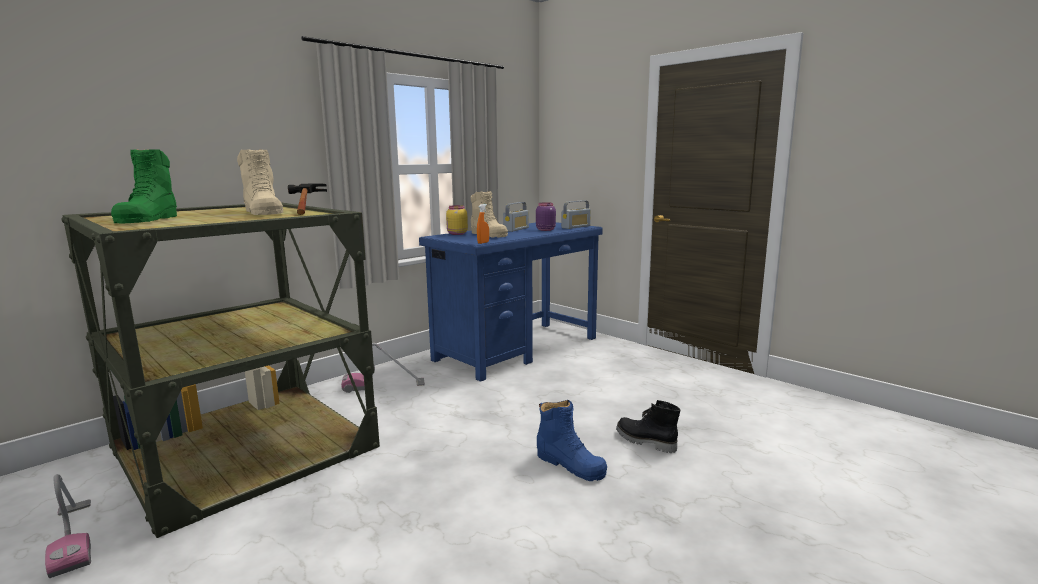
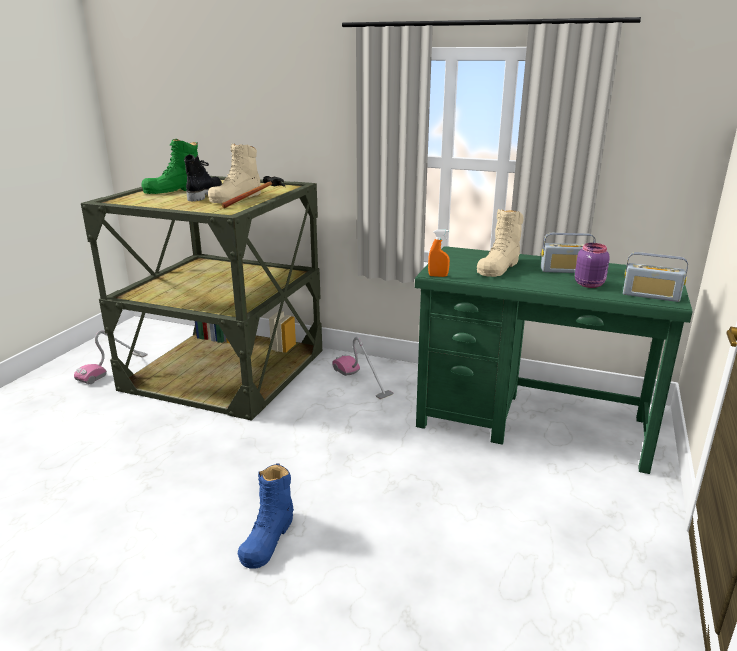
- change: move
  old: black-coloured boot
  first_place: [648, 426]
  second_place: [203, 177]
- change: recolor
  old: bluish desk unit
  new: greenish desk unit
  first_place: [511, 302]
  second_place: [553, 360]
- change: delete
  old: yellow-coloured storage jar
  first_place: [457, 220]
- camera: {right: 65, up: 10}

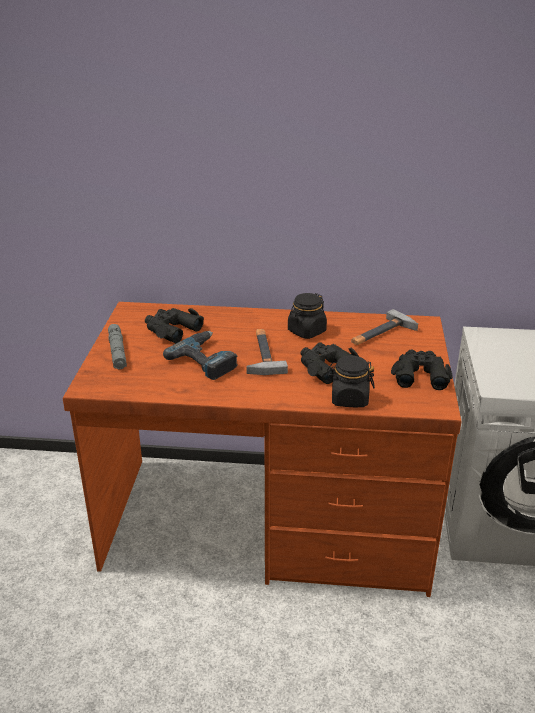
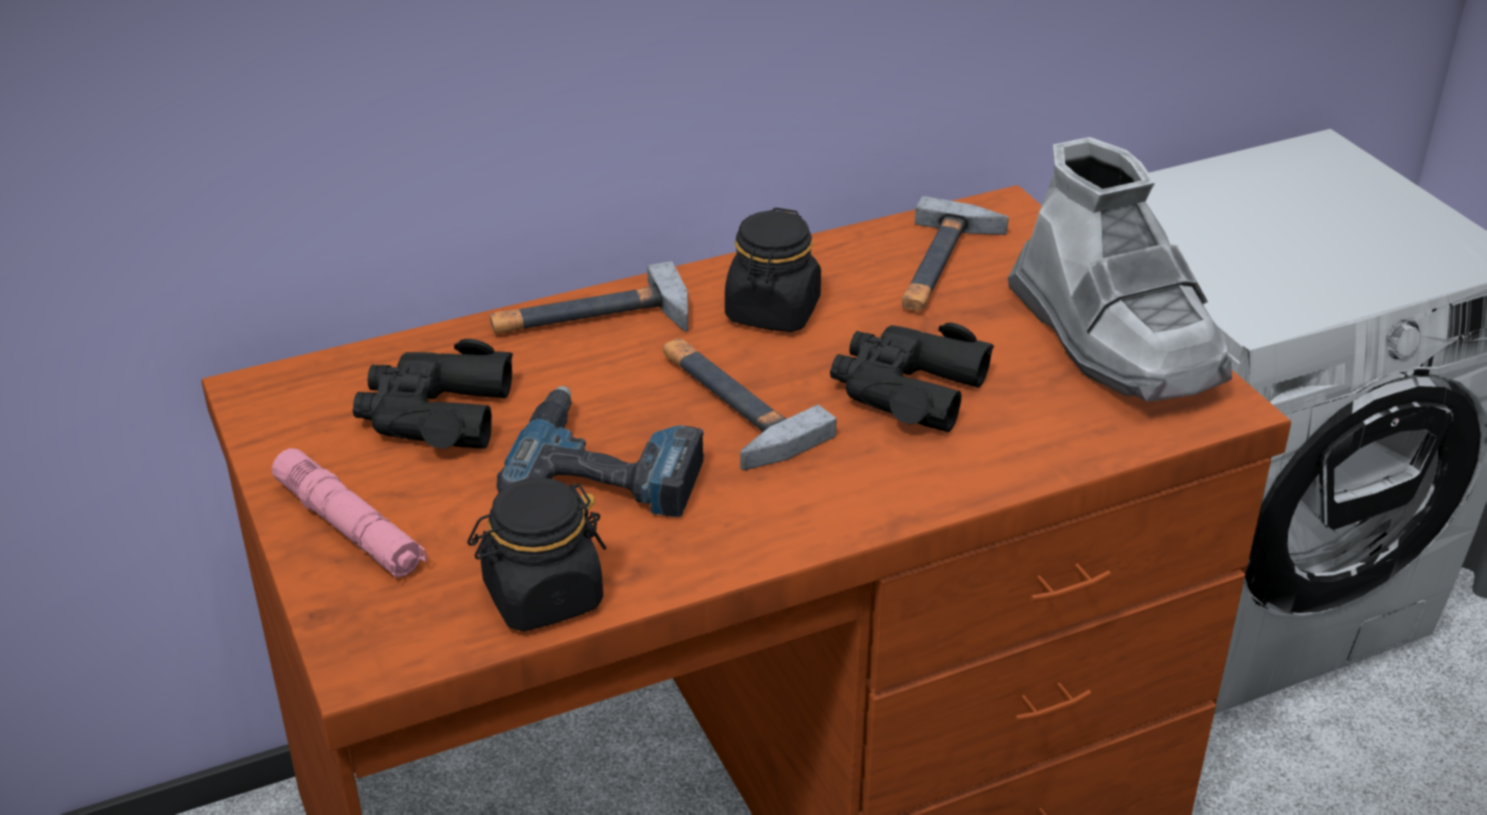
- change: recolor
  old: greyish torch
  new: pink-coloured torch
  first_place: [117, 346]
  second_place: [349, 513]
- change: move
  old: black-coloured storage jar
  first_place: [351, 381]
  second_place: [536, 554]
- change: insert
  new: tool hammer
  second_place: [589, 297]
- change: replace
  old: black-coloured pair of binoculars
  new: greyish boot
  first_place: [422, 370]
  second_place: [1120, 269]
- camera: {right: -30, up: 5}

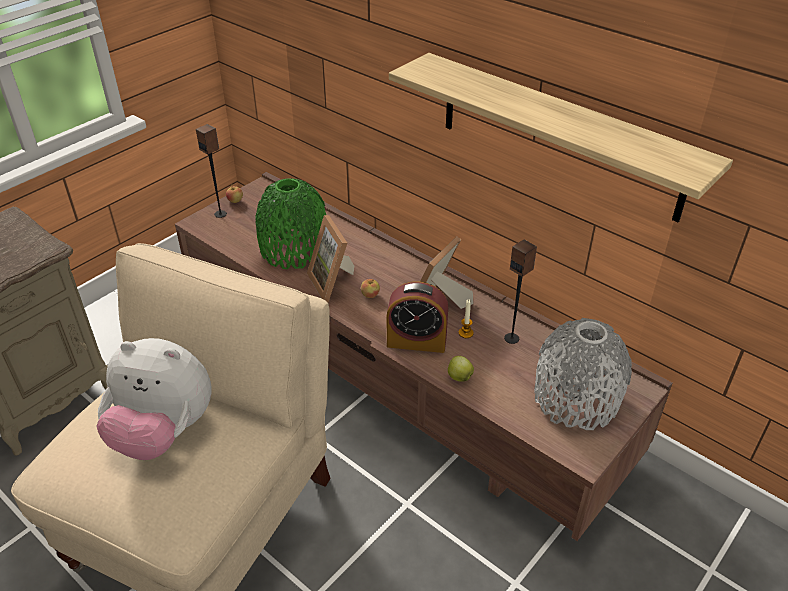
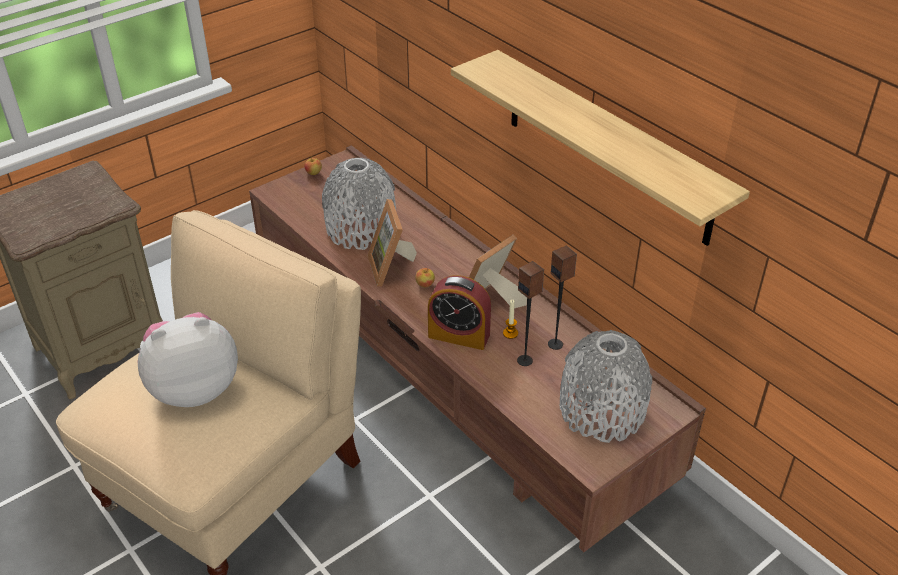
- change: rotate
  old: plush toy
  first_place: [154, 399]
  second_place: [188, 359]
  degrees: 135
- change: recolor
  old: greenish flower vase
  new: greyish flower vase
  first_place: [290, 223]
  second_place: [359, 204]
- change: move
  old: loudspeaker
  first_place: [211, 171]
  second_place: [530, 313]
- change: delete
  old: whole apple
  first_place: [461, 369]
- camera: {right: 10, up: 0}

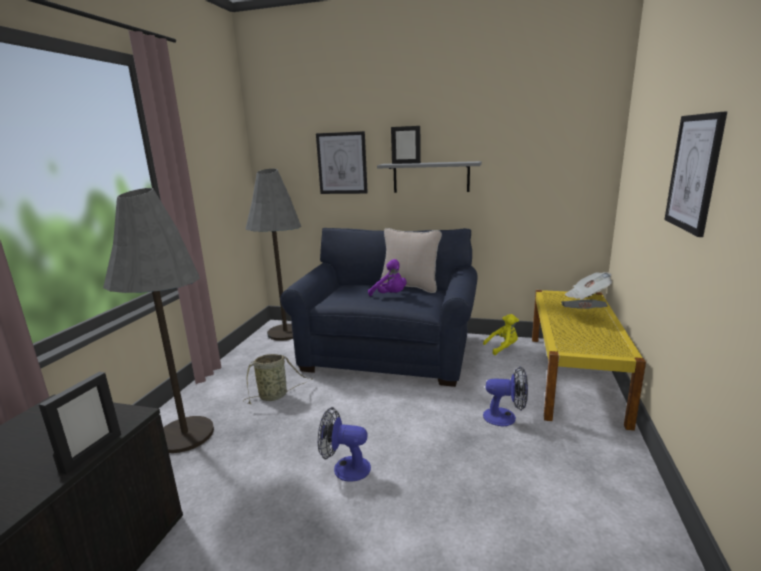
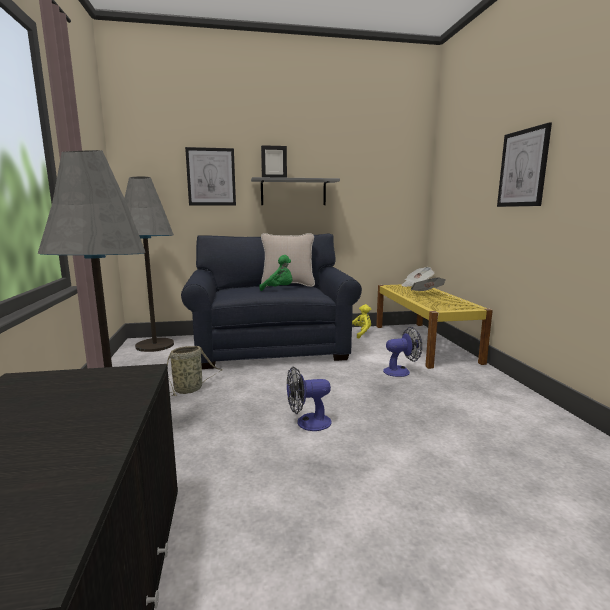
- change: recolor
  old: purple plush toy
  new: greenish plush toy
  first_place: [387, 277]
  second_place: [276, 273]
- change: delete
  old: photo frame
  first_place: [80, 423]
- camera: {right: -25, up: -5}

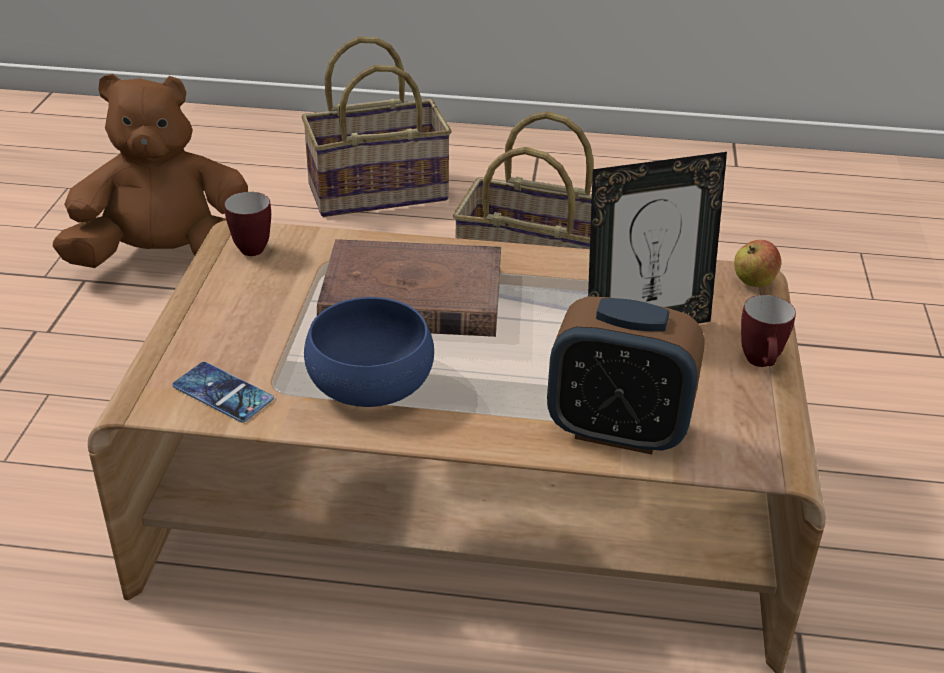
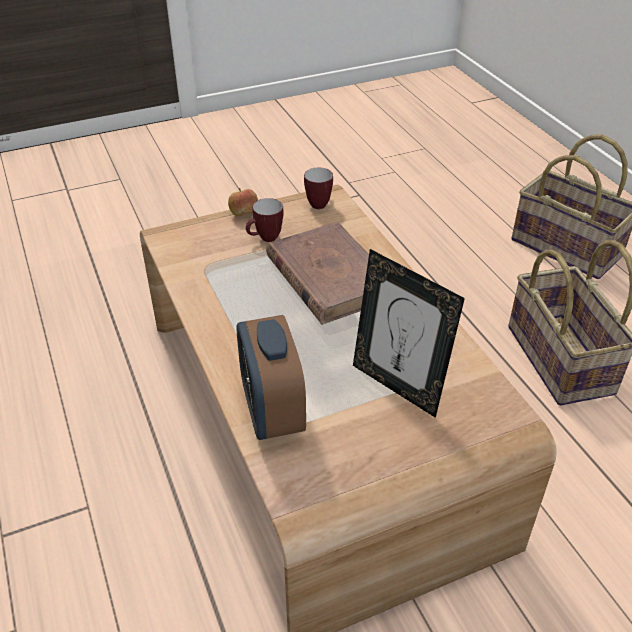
- change: move
  old: whole apple
  first_place: [757, 263]
  second_place: [243, 202]
- change: move
  old: tea mug
  first_place: [768, 331]
  second_place: [265, 220]
- change: delete
  old: brown-coloured plush toy
  first_place: [150, 171]
- change: delete
  old: telephone
  first_place: [223, 392]
- change: delete
  old: bluish serving bowl
  first_place: [369, 352]
- camera: {right: 60, up: 5}

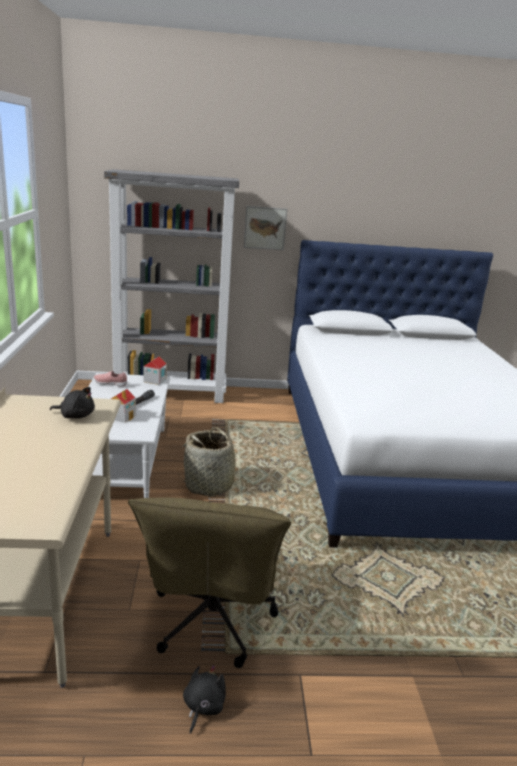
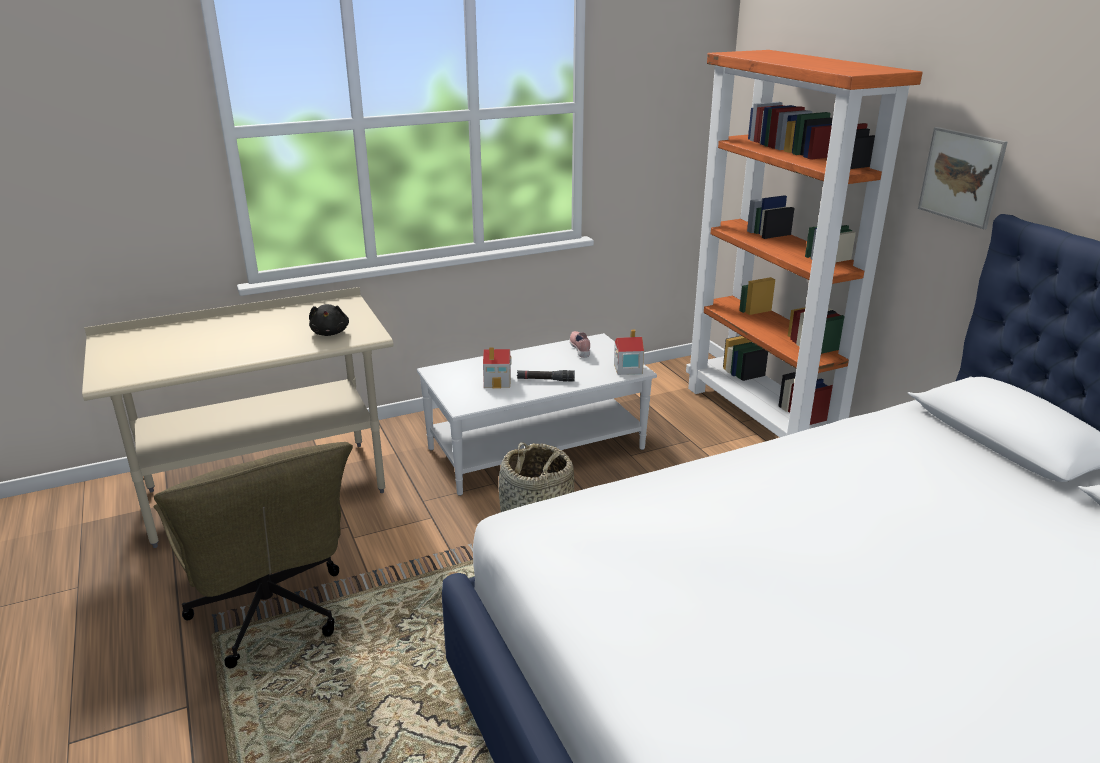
- change: rotate
  old: beige-coloured office chair
  first_place: [209, 583]
  second_place: [253, 555]
  degrees: -105
- change: recolor
  old: greyish bookcase
  new: orange bookcase
  first_place: [171, 286]
  second_place: [804, 243]
- change: delete
  old: black-coloured plush toy
  first_place: [204, 699]
- camera: {right: 70, up: 5}

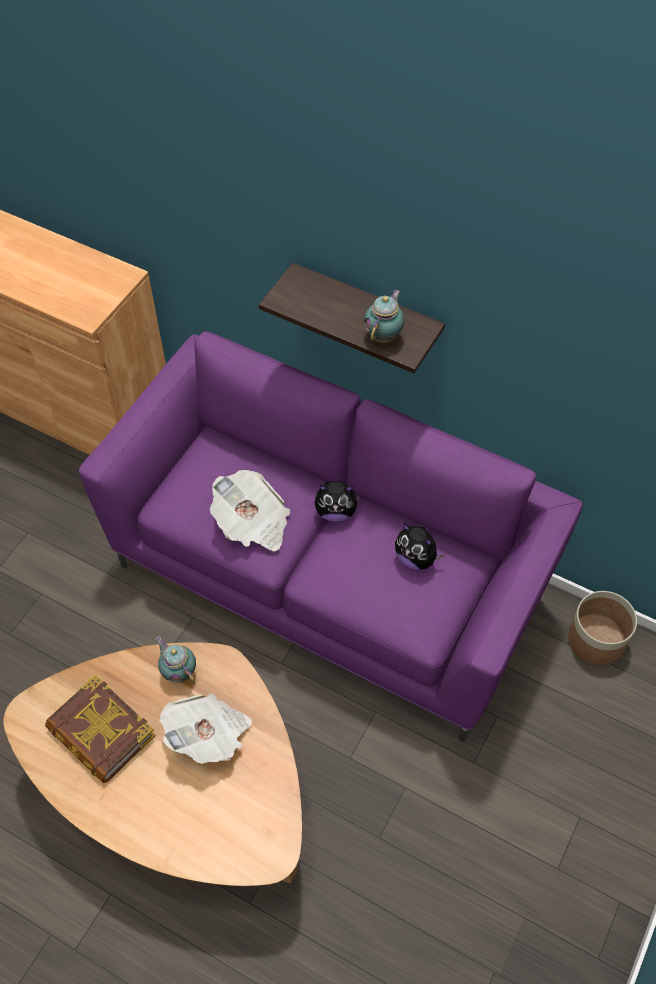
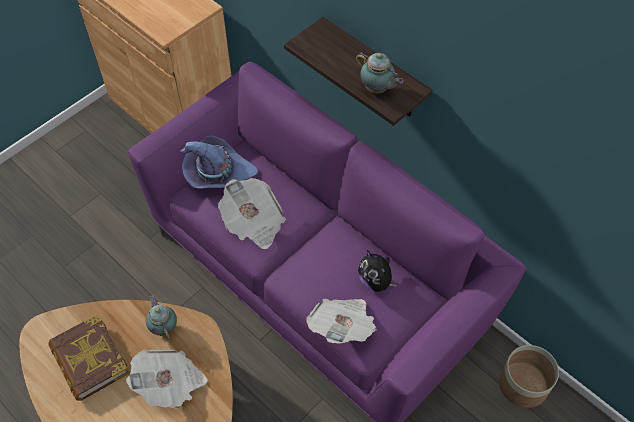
- change: insert
  new: purple hat
  second_place: [219, 162]
- change: insert
  new: printed paper
  second_place: [341, 321]
- change: rotate
  old: tea pot
  first_place: [384, 316]
  second_place: [379, 72]
  degrees: 90
- change: delete
  old: plush toy
  first_place: [337, 501]
- camera: {right: 15, up: 0}

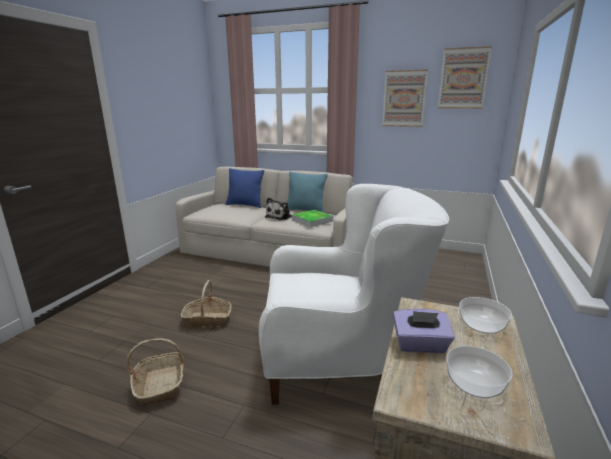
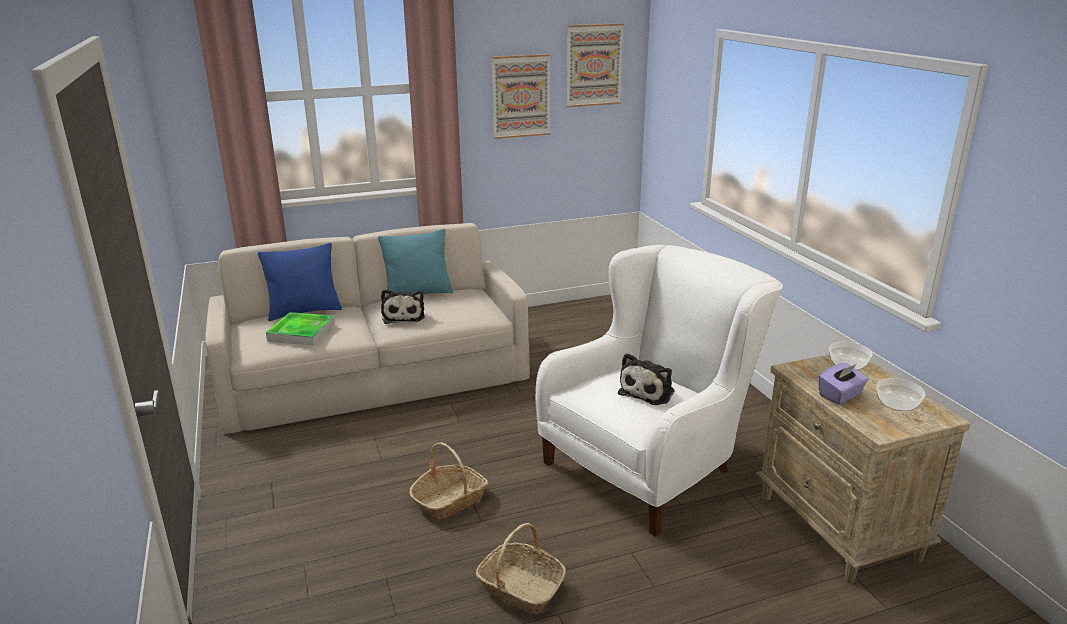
- change: move
  old: carrying tray
  first_place: [312, 218]
  second_place: [300, 329]
- change: insert
  new: plush toy
  second_place: [646, 379]
- camera: {right: -40, up: 5}

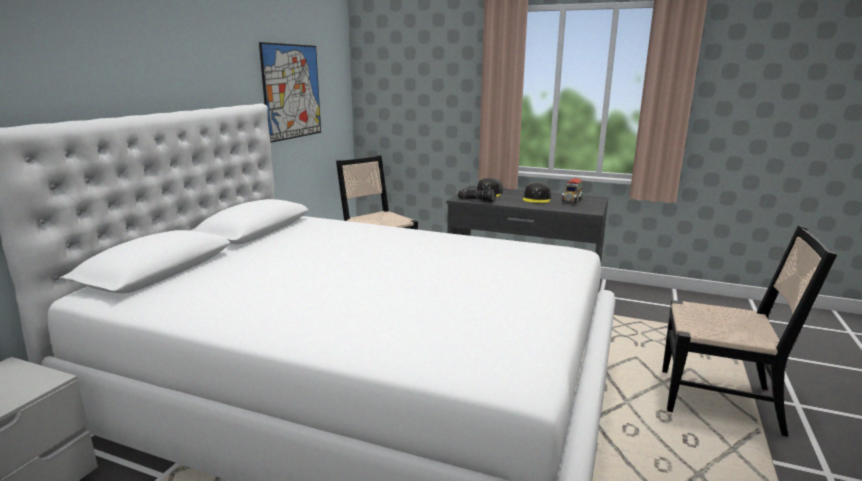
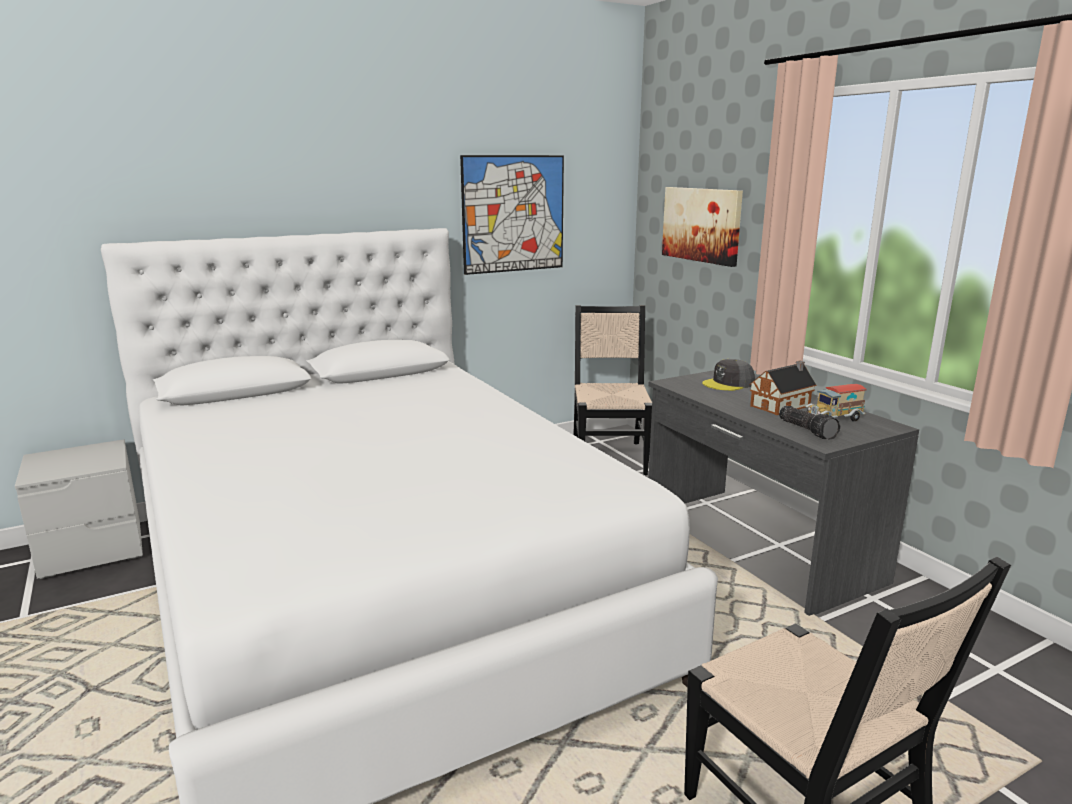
- change: insert
  new: wall art
  second_place: [702, 227]
- change: replace
  old: greyish peaked cap
  new: toy house
  first_place: [537, 192]
  second_place: [783, 388]
- change: move
  old: torch
  first_place: [477, 195]
  second_place: [810, 423]
- camera: {right: 40, up: 0}

